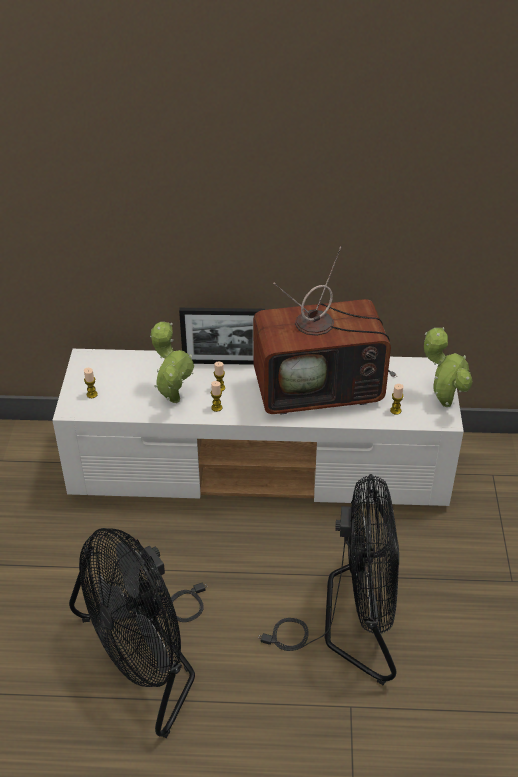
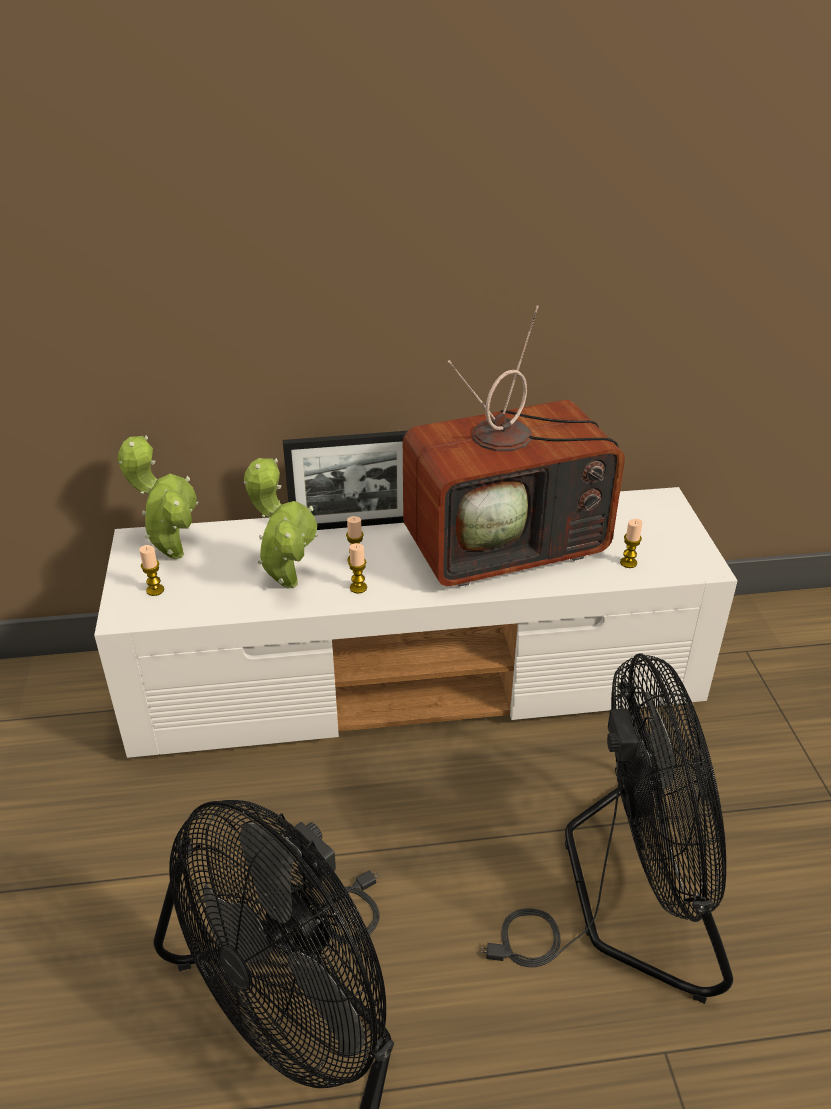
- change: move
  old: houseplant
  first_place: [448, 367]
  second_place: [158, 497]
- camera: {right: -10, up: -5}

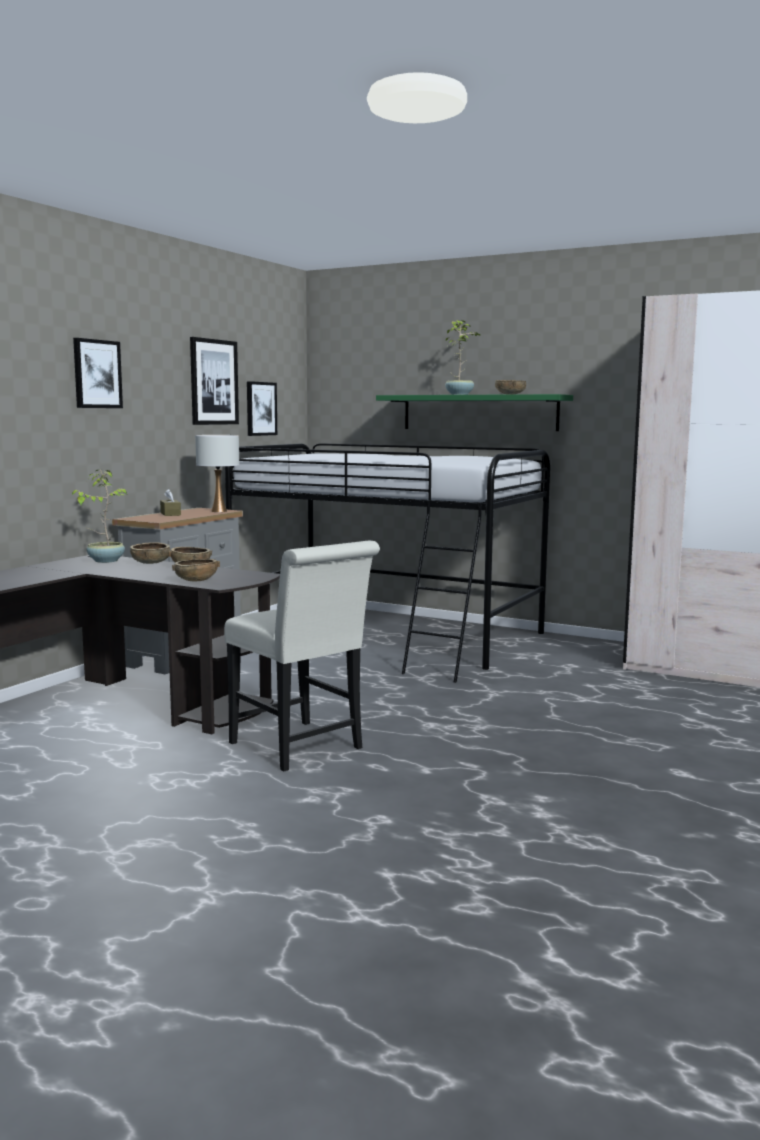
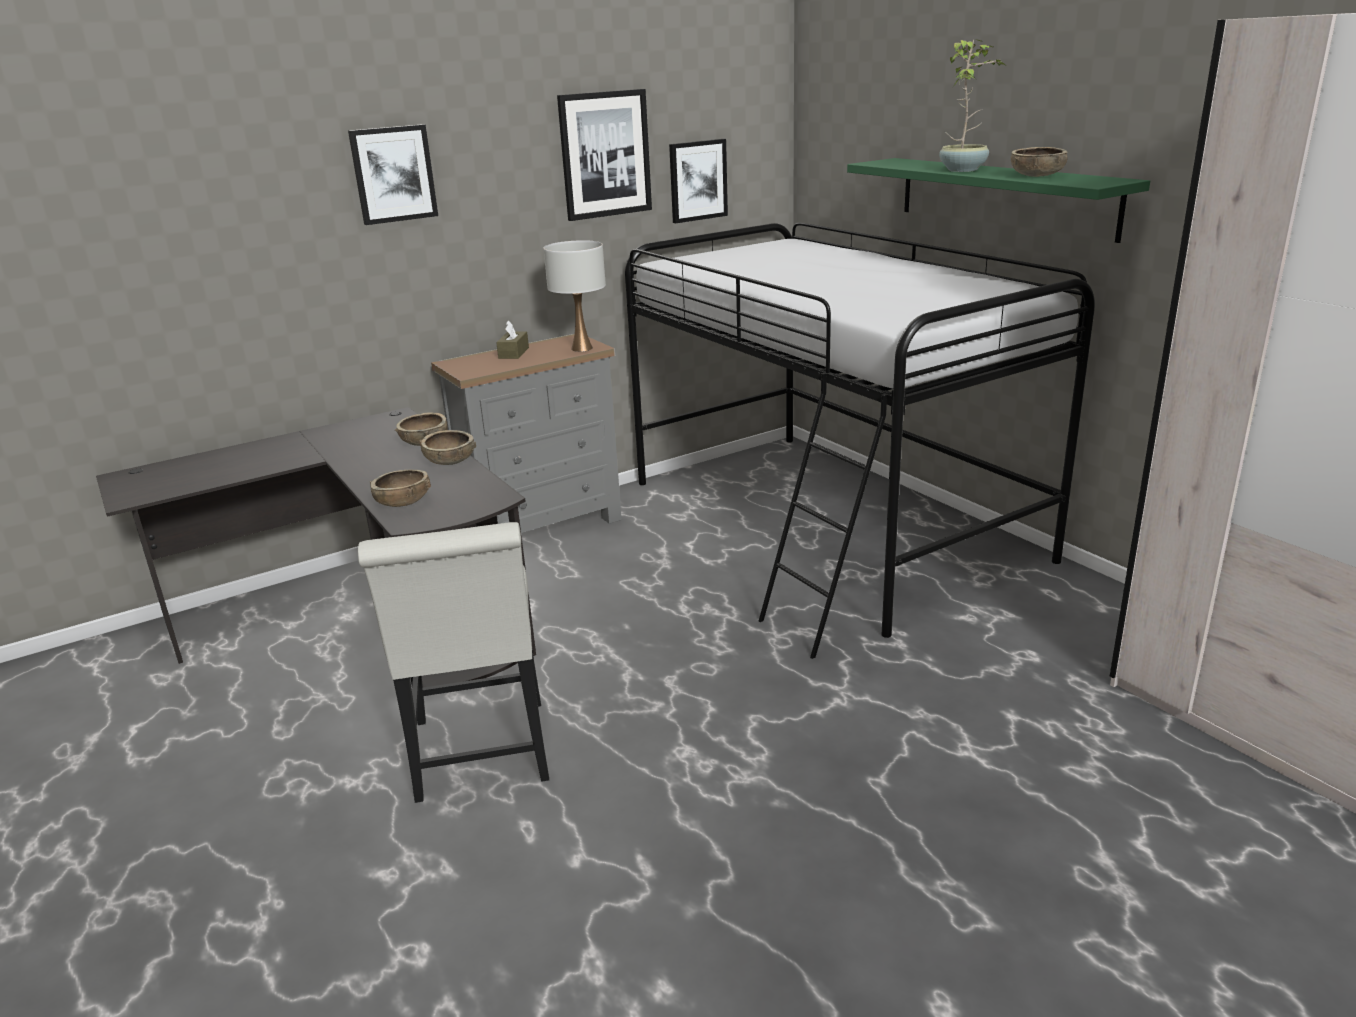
- change: delete
  old: houseplant
  first_place: [99, 516]
- camera: {right: 30, up: 15}

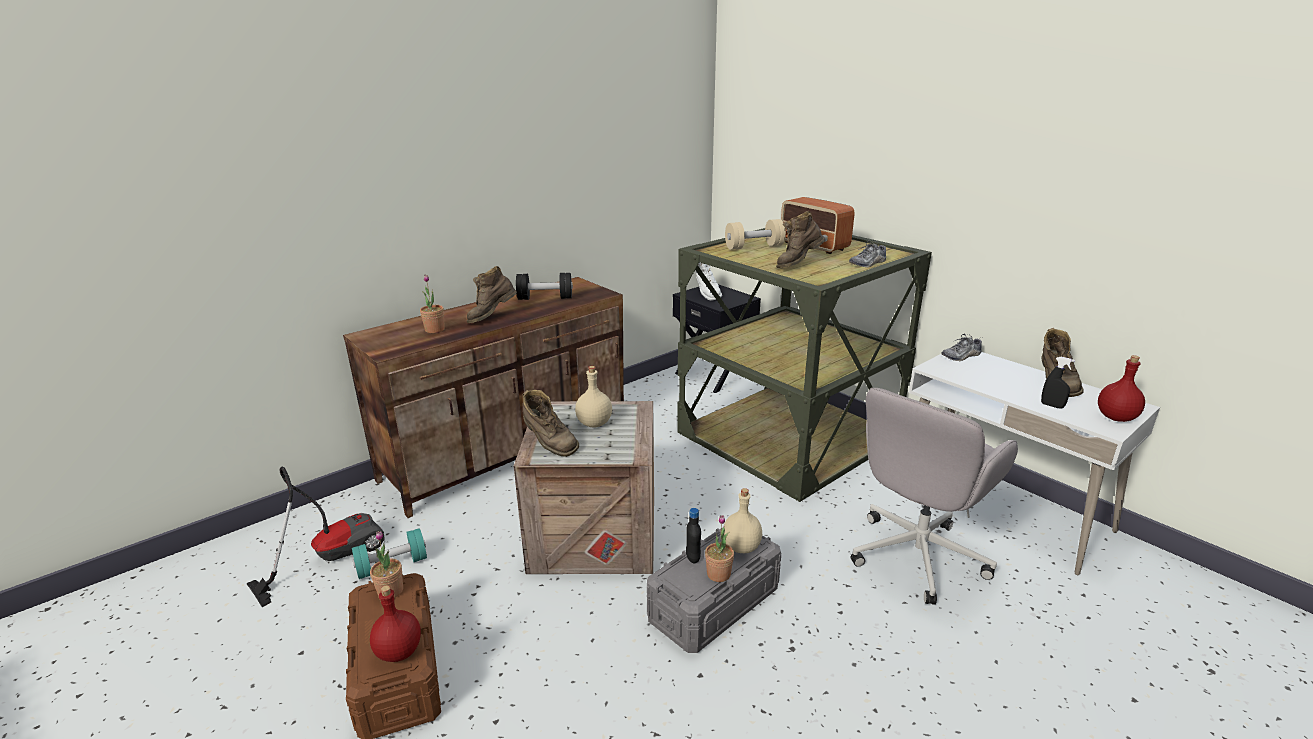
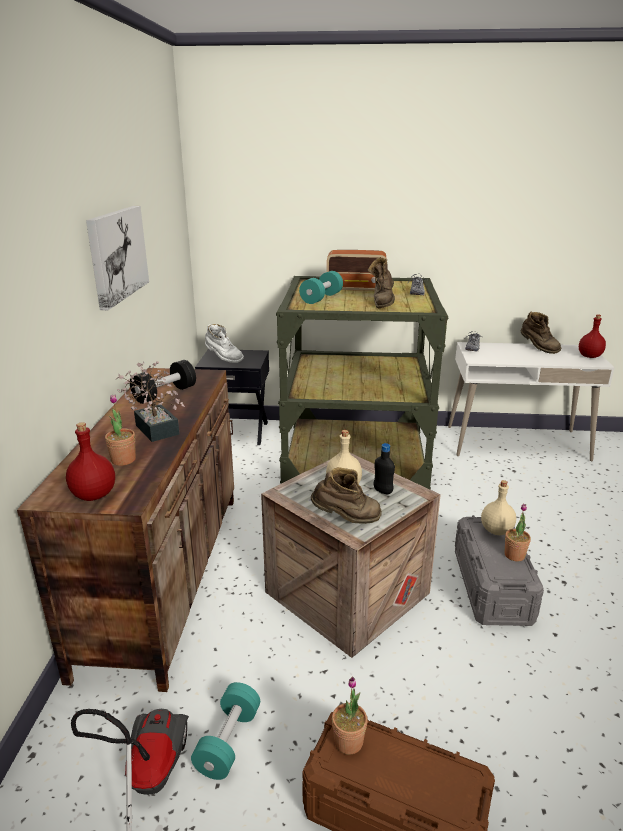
- change: move
  old: red beverage bottle
  first_place: [395, 623]
  second_place: [90, 461]
- change: insert
  new: wall art
  second_place: [117, 258]
- change: replace
  old: brown-coloured boot
  new: houseplant
  first_place: [492, 294]
  second_place: [150, 401]
- change: recolor
  old: beige-coloured hand weight
  new: turquoise-coloured hand weight
  first_place: [755, 234]
  second_place: [321, 287]
- change: move
  old: black-coloured beverage bottle
  first_place: [693, 535]
  second_place: [384, 468]
- change: delete
  old: greyish office chair
  first_place: [934, 496]
- change: delete
  old: black-coloured spray bottle
  first_place: [1058, 383]
- camera: {right: -45, up: 0}

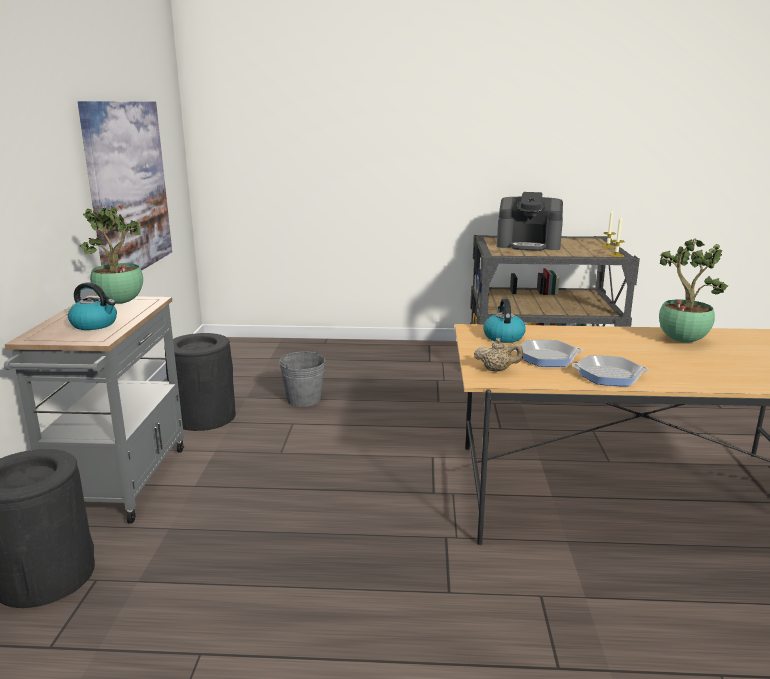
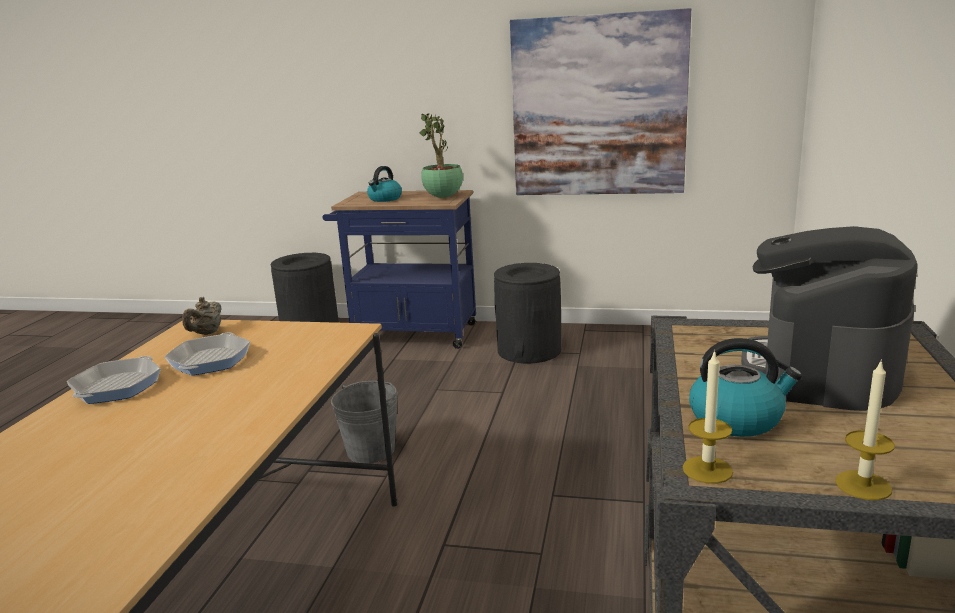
- change: recolor
  old: greyish trolley
  new: bluish trolley
  first_place: [94, 409]
  second_place: [399, 269]
- change: move
  old: greyish bucket
  first_place: [302, 379]
  second_place: [364, 422]
- change: move
  old: kettle
  first_place: [504, 321]
  second_place: [745, 387]
- change: delete
  old: houseplant
  first_place: [693, 291]
- camera: {right: 100, up: 0}

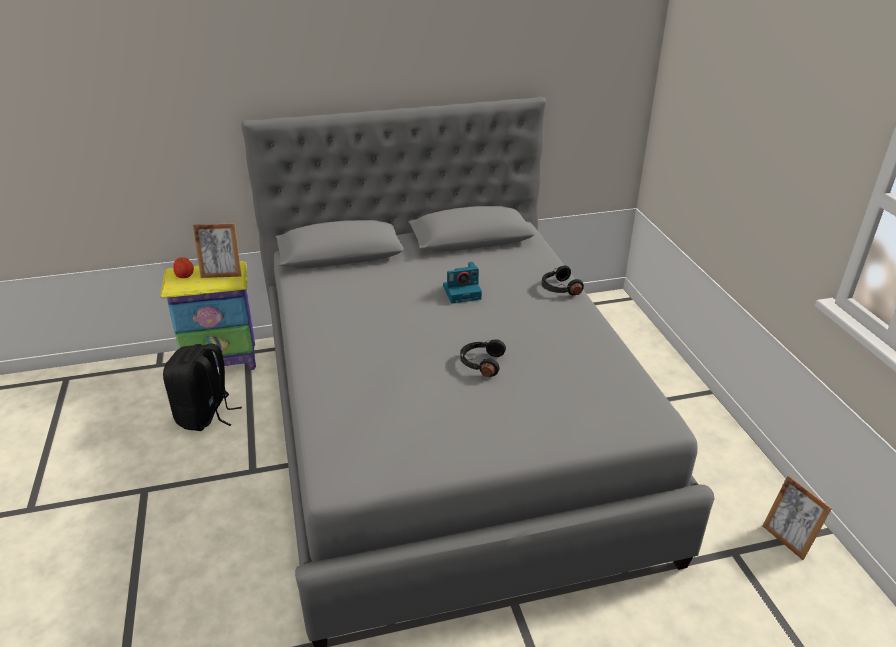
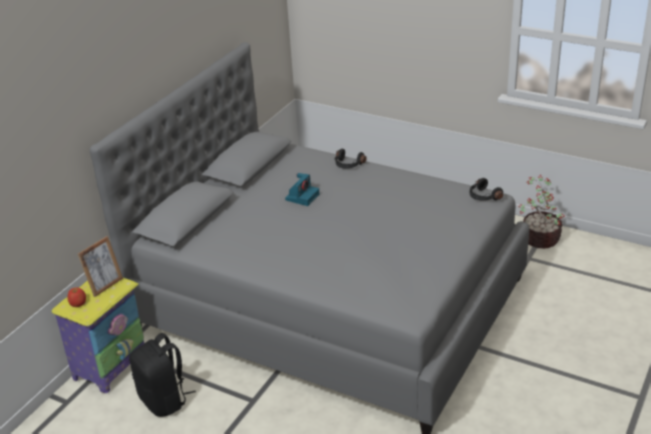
- change: move
  old: black-coloured headset
  first_place: [483, 358]
  second_place: [486, 189]
- change: replace
  old: photo frame
  new: houseplant
  first_place: [797, 517]
  second_place: [542, 212]
- camera: {right: -45, up: 0}

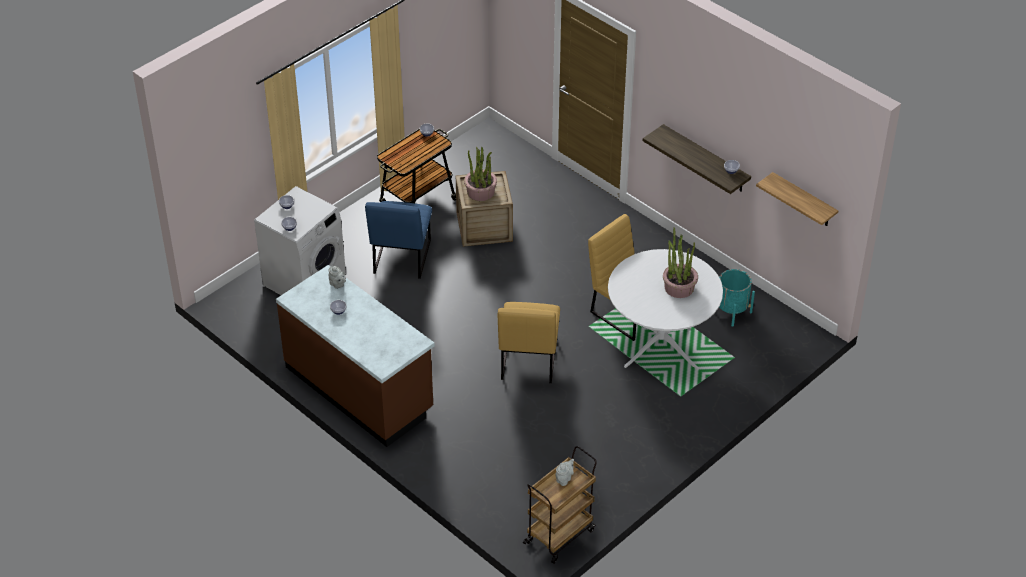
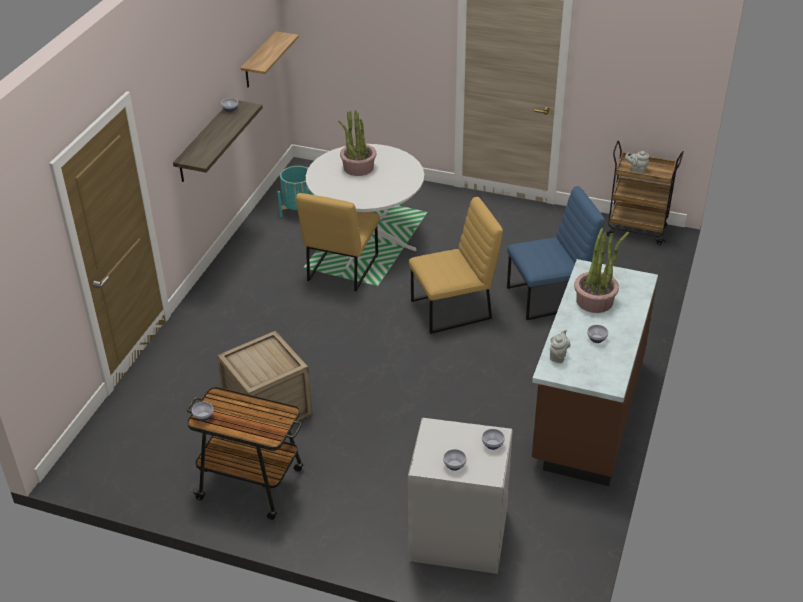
- change: move
  old: bluish upright chair
  first_place: [398, 240]
  second_place: [556, 253]
- change: move
  old: houseplant
  first_place: [480, 174]
  second_place: [601, 270]
- camera: {right: -115, up: -5}

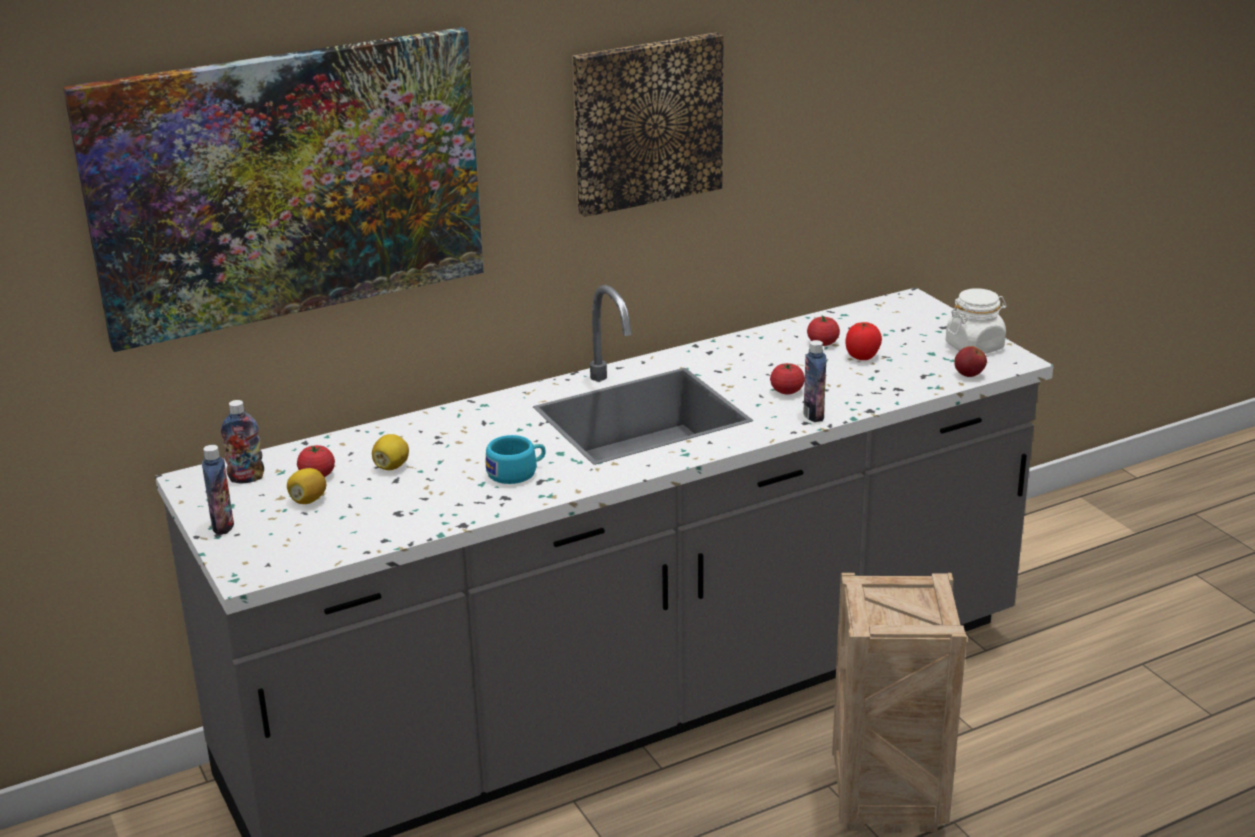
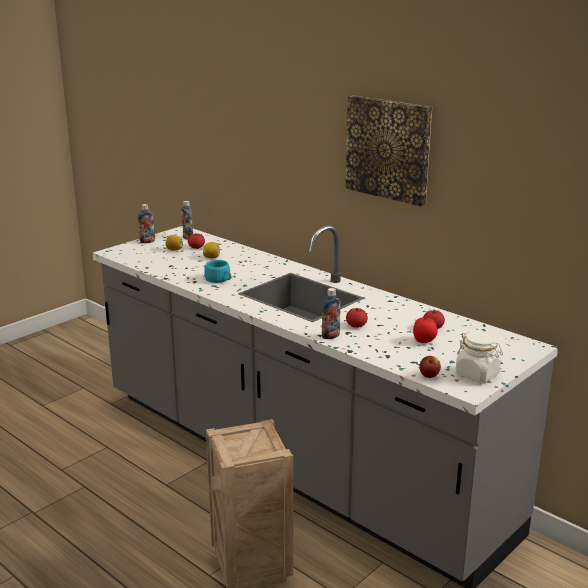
- change: delete
  old: wall art
  first_place: [273, 189]
- camera: {right: 70, up: -5}

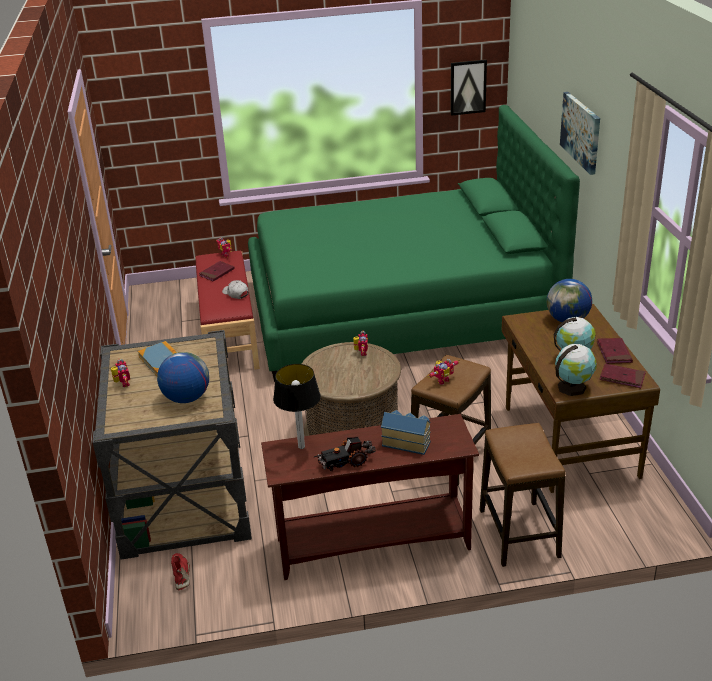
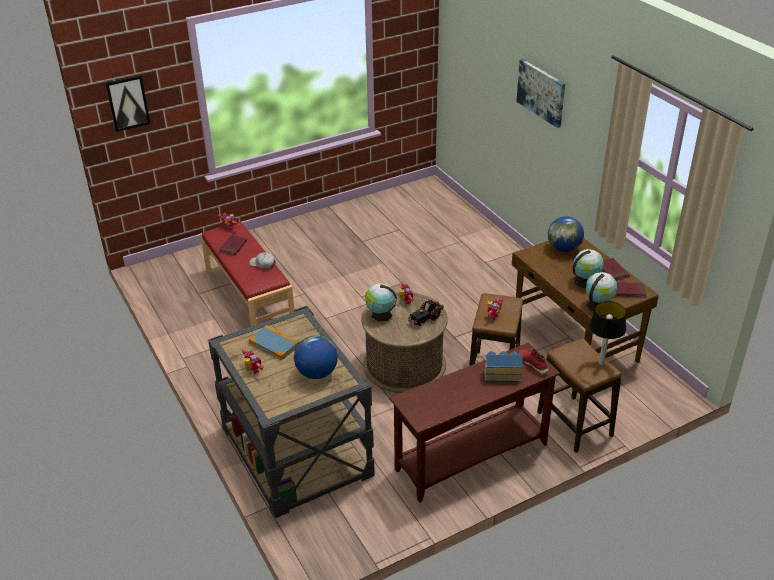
- change: move
  old: wall art
  first_place: [468, 87]
  second_place: [127, 103]
- change: insert
  new: desk globe
  second_place: [381, 302]
- change: move
  old: toy truck
  first_place: [345, 454]
  second_place: [426, 313]
- change: move
  old: red shoe
  first_place: [180, 571]
  second_place: [533, 362]
- change: move
  old: lamp for a table
  first_place: [297, 406]
  second_place: [607, 333]
- change: delete
  old: greenish bedroom bed
  first_place: [414, 243]
- camera: {right: -20, up: 5}

